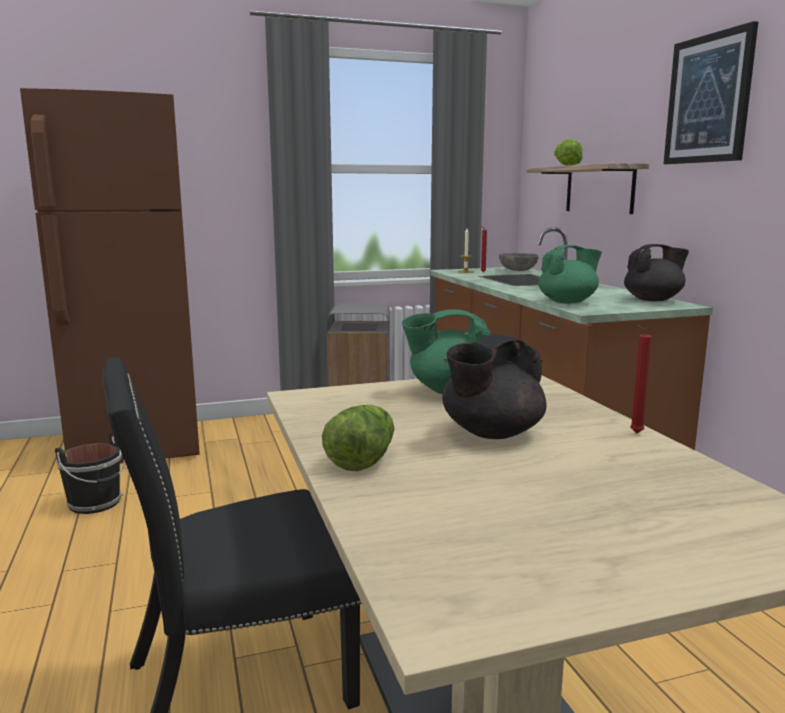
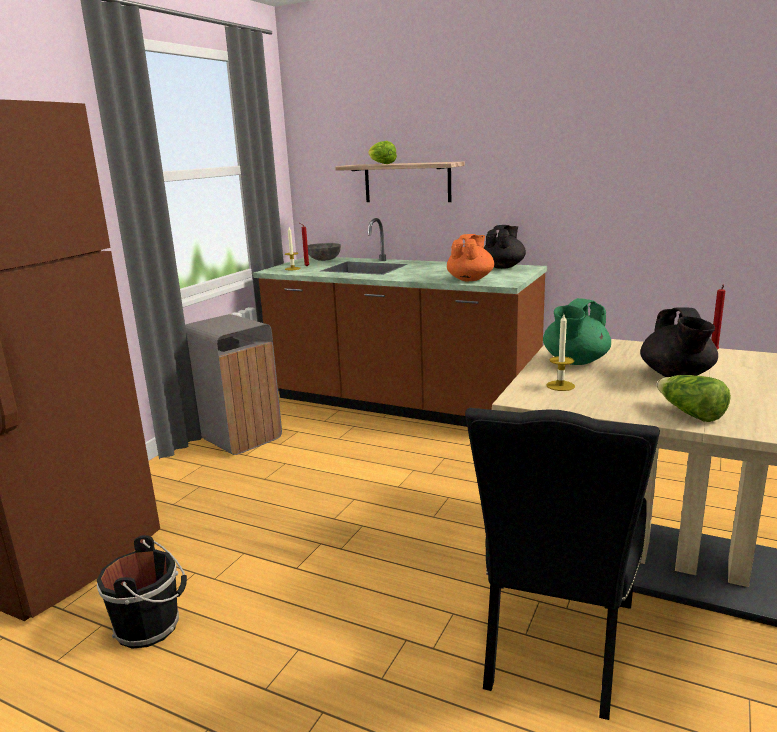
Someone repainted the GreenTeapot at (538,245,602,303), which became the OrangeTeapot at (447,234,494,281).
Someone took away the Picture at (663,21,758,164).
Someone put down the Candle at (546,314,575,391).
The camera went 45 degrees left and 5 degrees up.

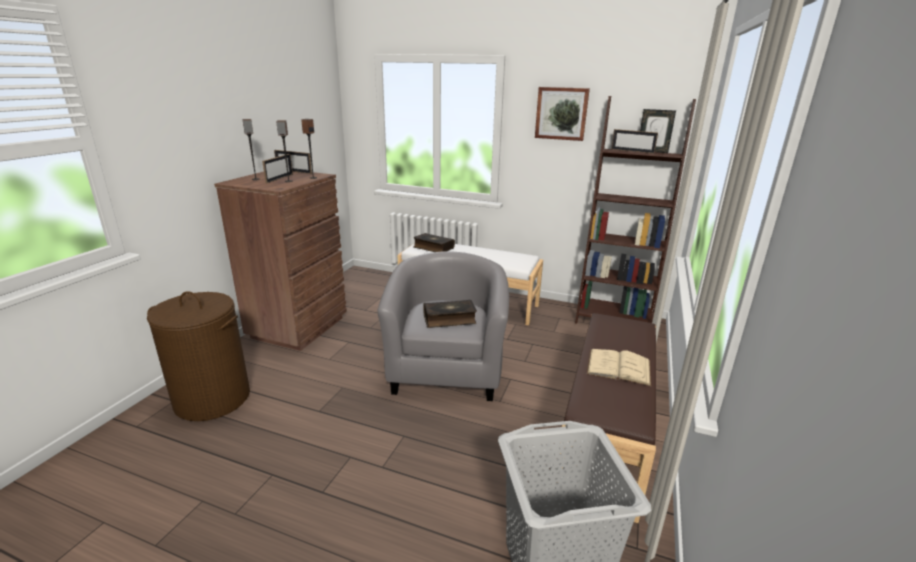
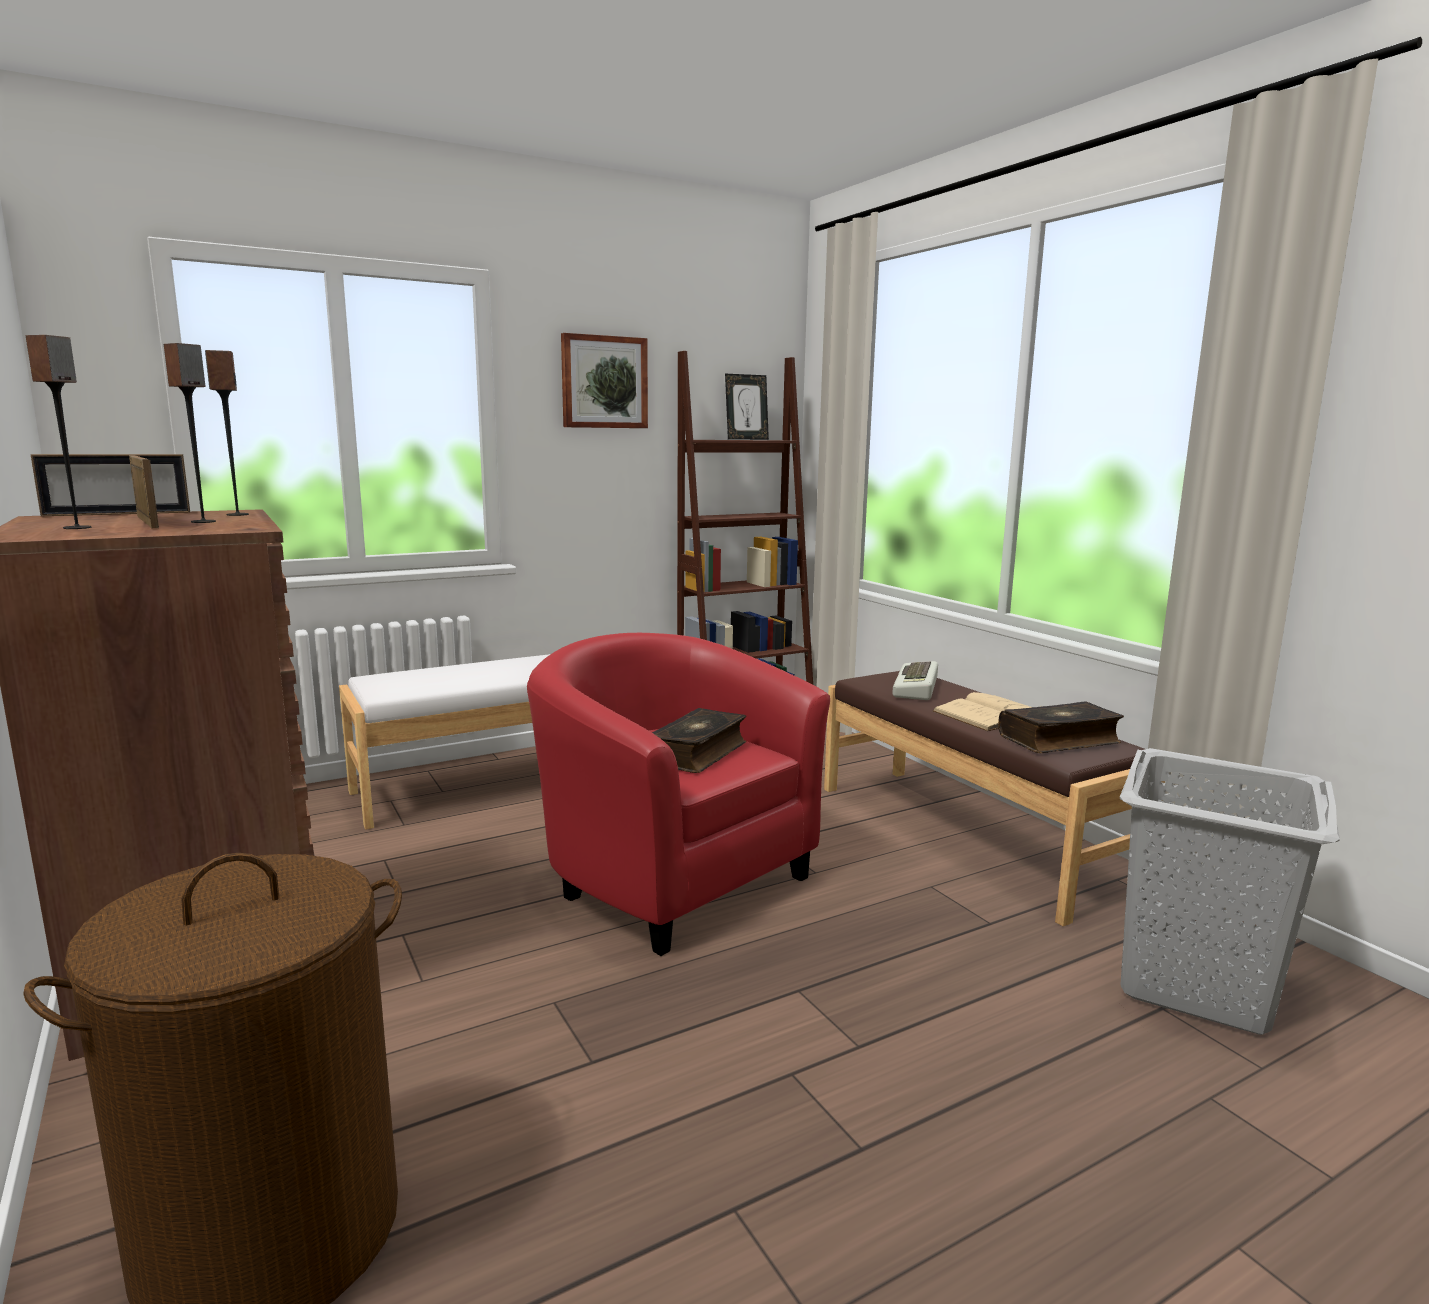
Someone repainted the GreyArmchair at (377,251,509,401), which became the RedArmchair at (527,633,830,956).
Someone carried the Book from (413,233,455,252) to (998,701,1124,753).
Someone took away the PictureFrame at (611,129,658,154).
Someone put down the Keyboard at (892,661,938,700).
The camera went 50 degrees left and 10 degrees down.

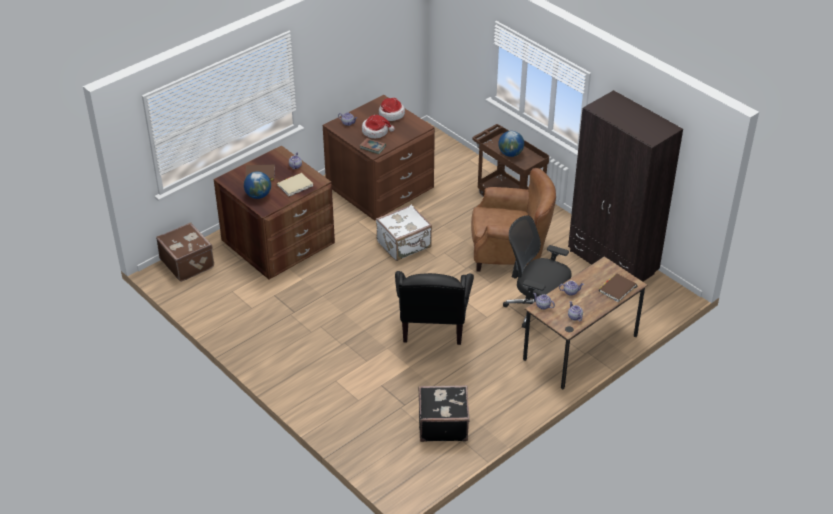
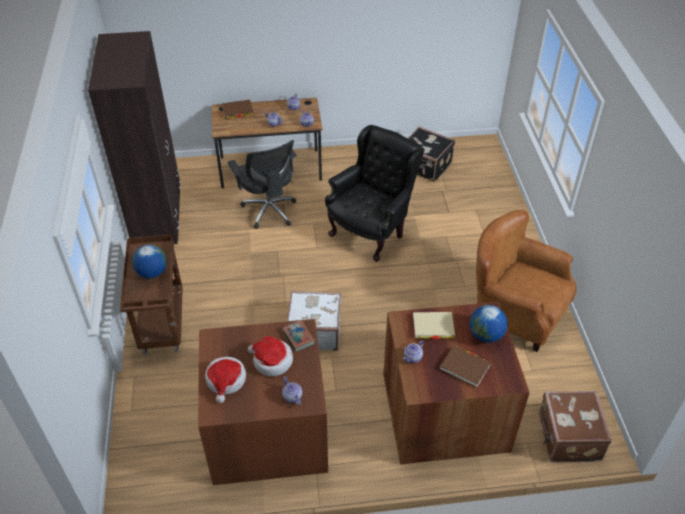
Someone carried the BrownArmchair from (471,168,556,272) to (476,210,577,352).
The camera went 145 degrees left and 5 degrees up.

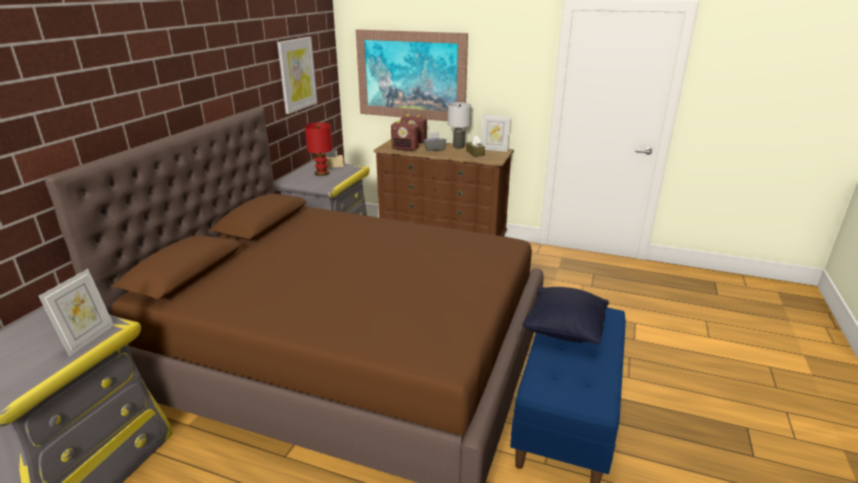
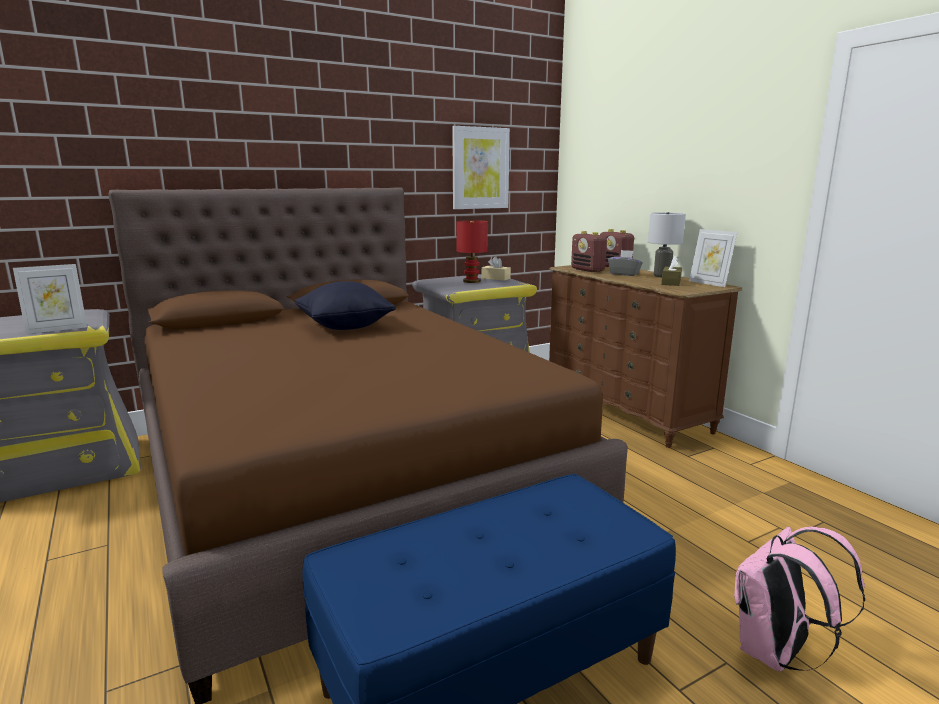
Someone took away the Picture at (356,29,468,121).
Someone carried the BlackPillow from (523,287,609,344) to (295,281,396,330).
Someone put down the PinkBackpack at (734,526,865,672).
The camera went 40 degrees right and 10 degrees down.

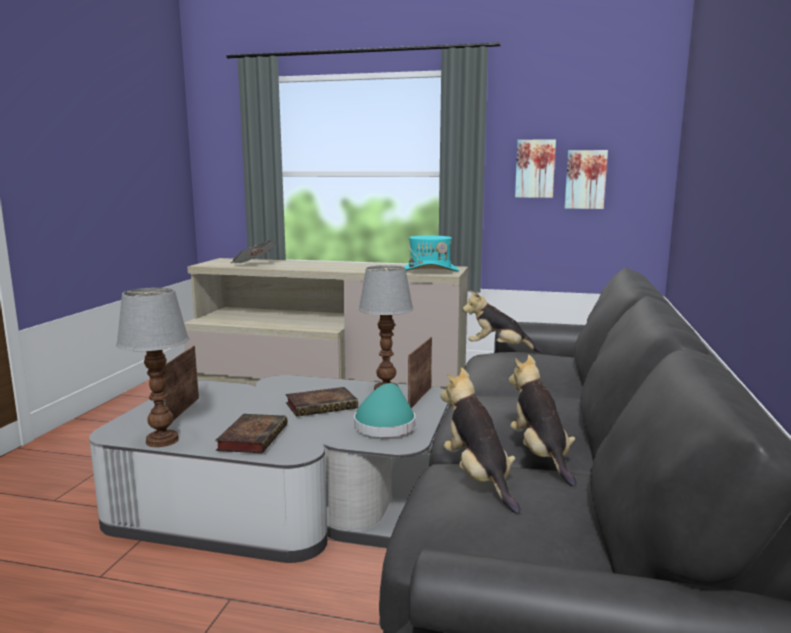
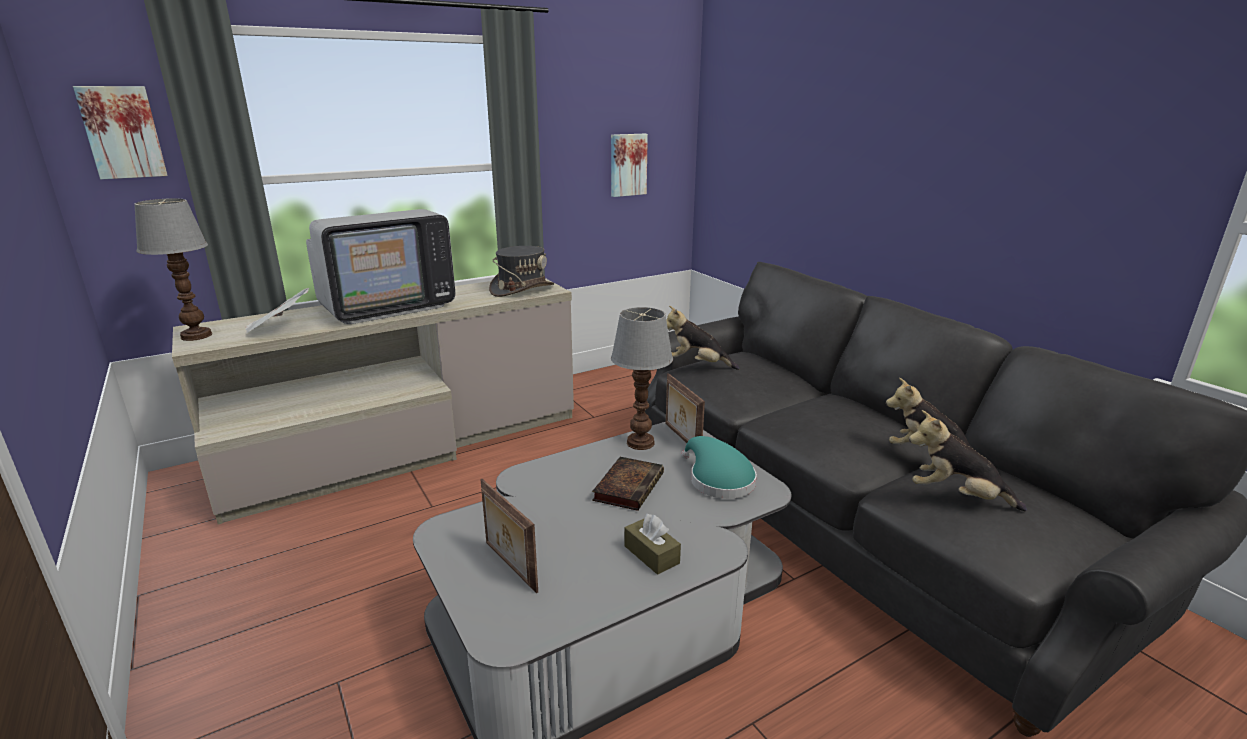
Someone carried the TableLamp from (116,287,189,447) to (134,198,212,341).
Someone swapped the Book at (215,414,287,453) for the BrownTissueBox at (624,514,681,575).
Someone repainted the TurquoiseHat at (404,236,459,272), which became the GreyHat at (489,246,554,297).
Someone rotated the PlushToy at (462,290,541,352) by 45 degrees clockwise.
Someone carried the Picture from (515,139,556,198) to (73,86,167,179).
Someone put down the Television at (306,209,455,324).
The camera went 45 degrees left and 10 degrees up.

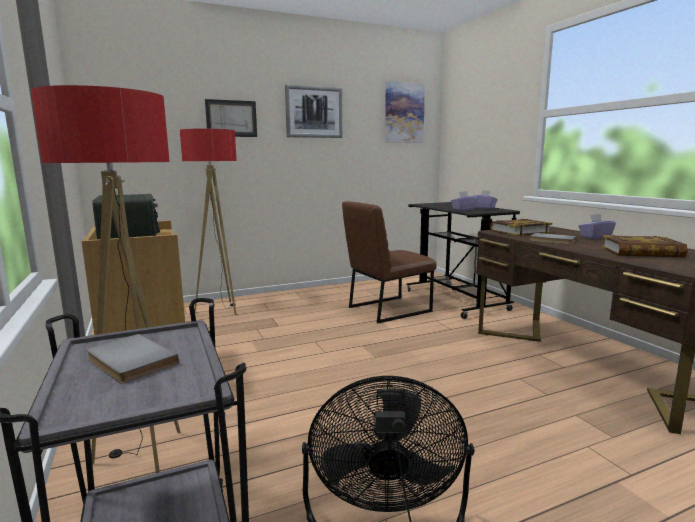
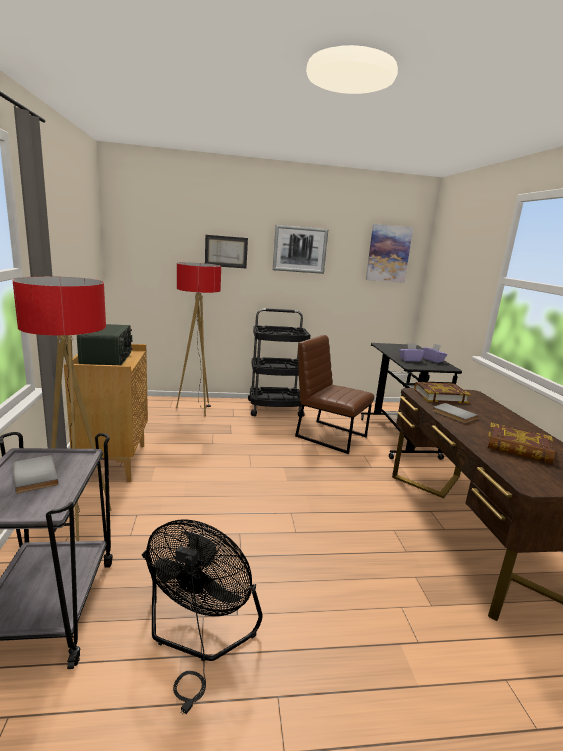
Someone rotated the BrownChair at (342,201,437,323) by 45 degrees clockwise.
Someone took away the PurpleTissueBox at (579,214,616,239).
Someone put down the BlackCart at (248,308,310,417).
The camera went 15 degrees right and 5 degrees up.

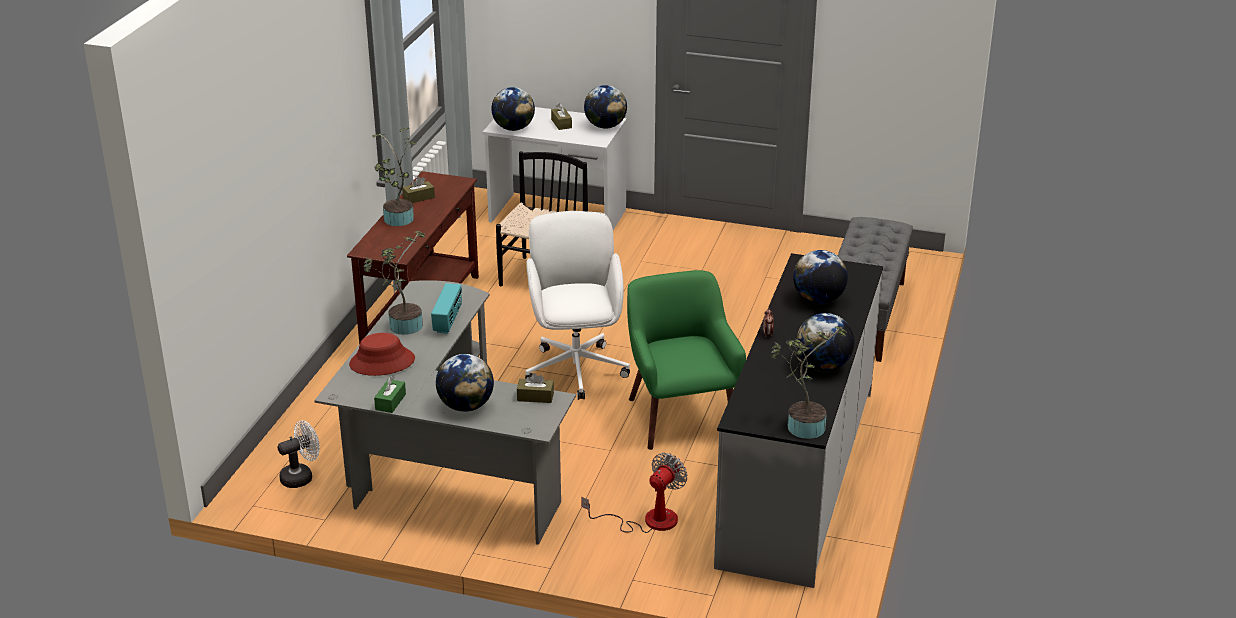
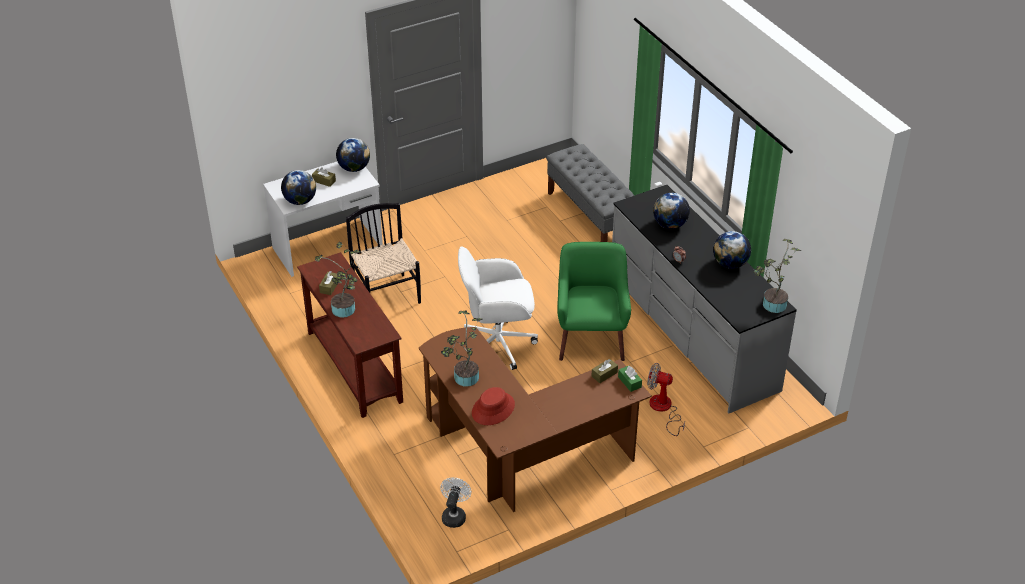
Someone repainted the GreyDesk at (314,280,576,545), which became the BrownDesk at (419,327,652,512).
Someone carried the GreenTissueBox from (374,376,406,413) to (618,365,642,392).
Someone took away the Radio at (431,283,462,334).
Someone took away the Globe at (436,354,494,412).
Someone rotated the WhiteOfficeChair at (525,211,630,400) by 45 degrees counterclockwise.
Someone rotated the Fan at (581,453,687,533) by 60 degrees counterclockwise.
Someone rotated the GreenArmchair at (627,270,746,450) by 60 degrees clockwise.
The camera went 45 degrees left and 10 degrees up.

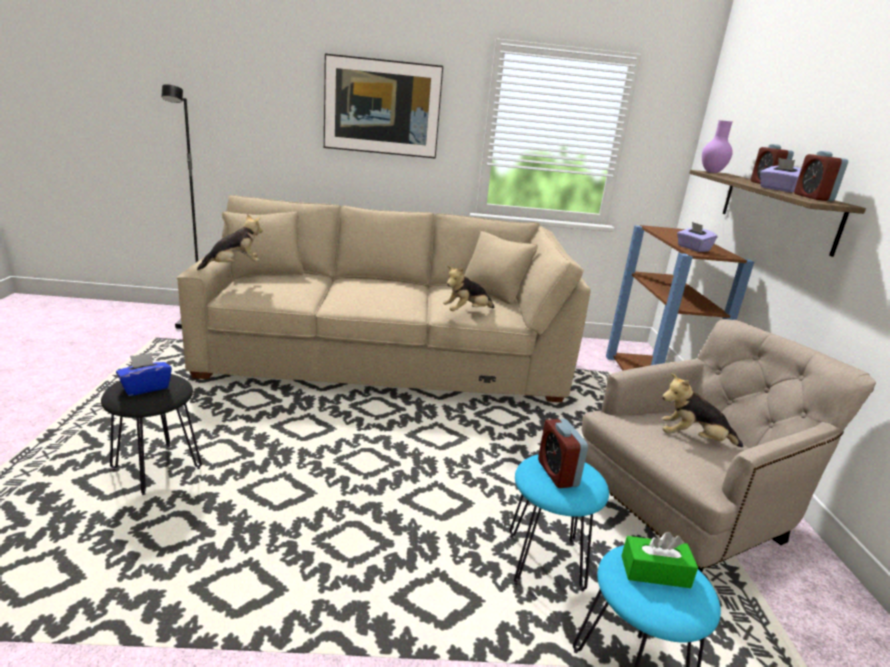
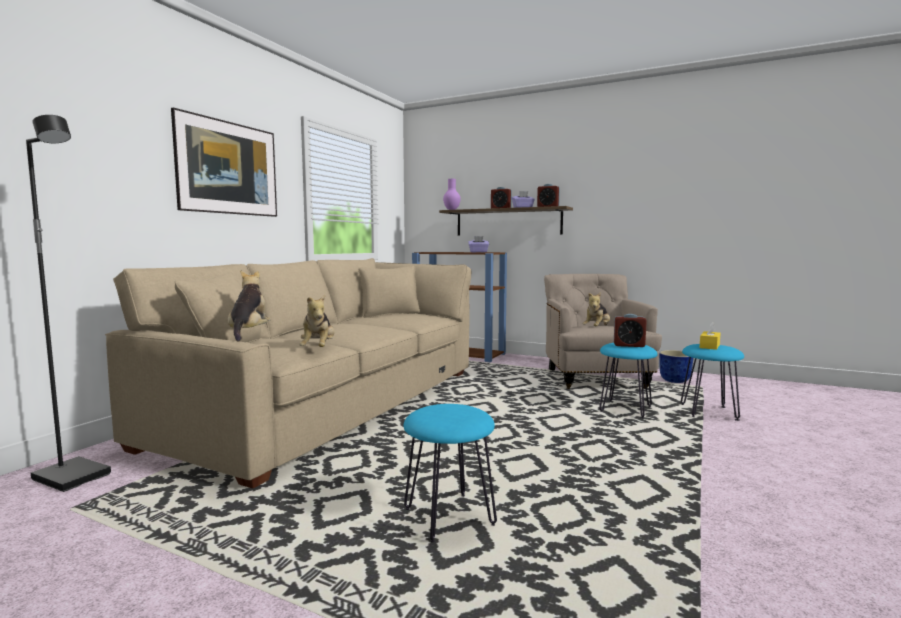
Someone repainted the BlackStool at (101,374,202,495), which became the TurquoiseStool at (404,404,497,543).
Someone took away the BlueTissueBox at (116,352,172,396).
Someone carried the PlushToy from (443,265,495,311) to (299,295,334,347).
Someone repainted the GreenTissueBox at (622,532,698,588), which became the YellowTissueBox at (699,322,721,350).
Someone put down the Planter at (659,350,694,383).
The camera went 60 degrees left and 15 degrees down.

